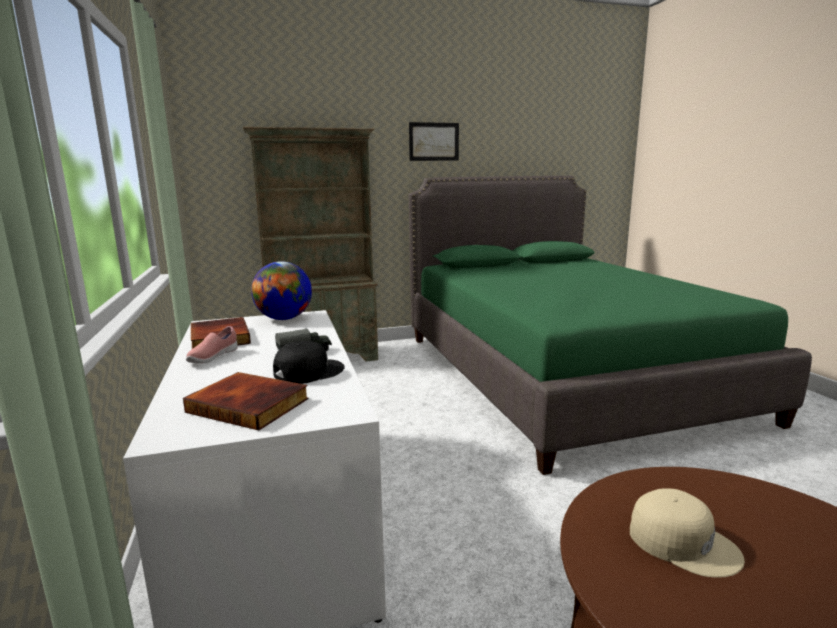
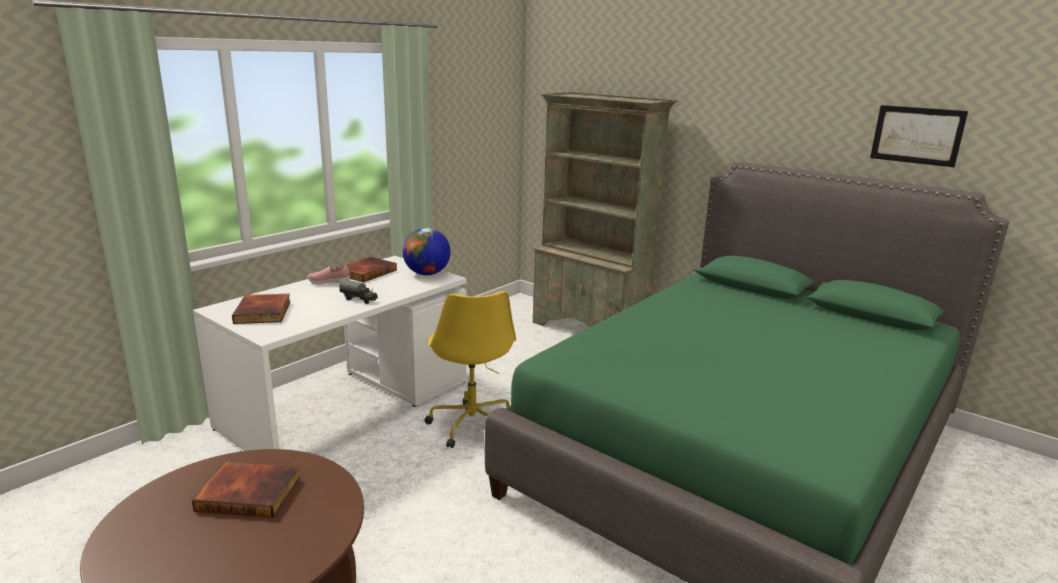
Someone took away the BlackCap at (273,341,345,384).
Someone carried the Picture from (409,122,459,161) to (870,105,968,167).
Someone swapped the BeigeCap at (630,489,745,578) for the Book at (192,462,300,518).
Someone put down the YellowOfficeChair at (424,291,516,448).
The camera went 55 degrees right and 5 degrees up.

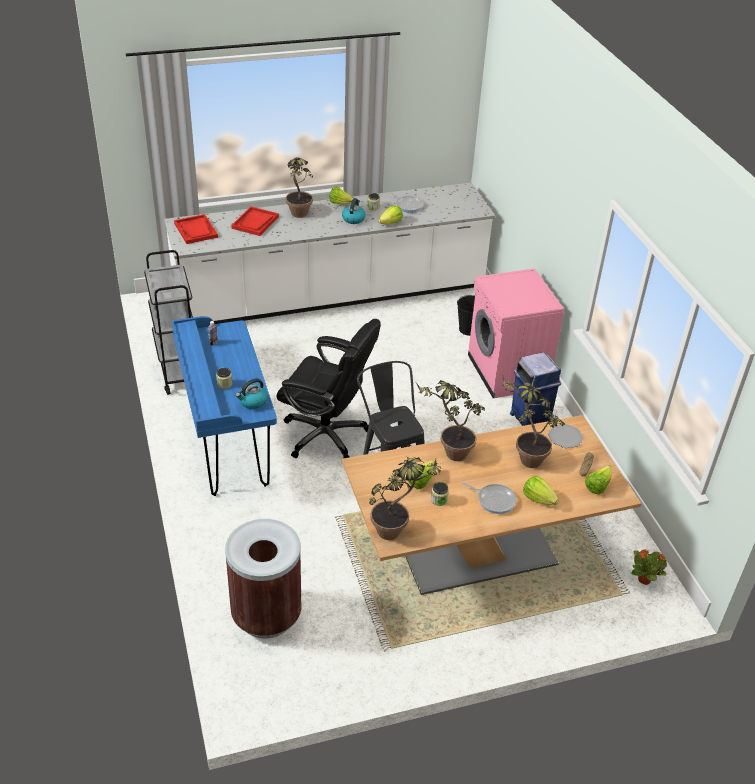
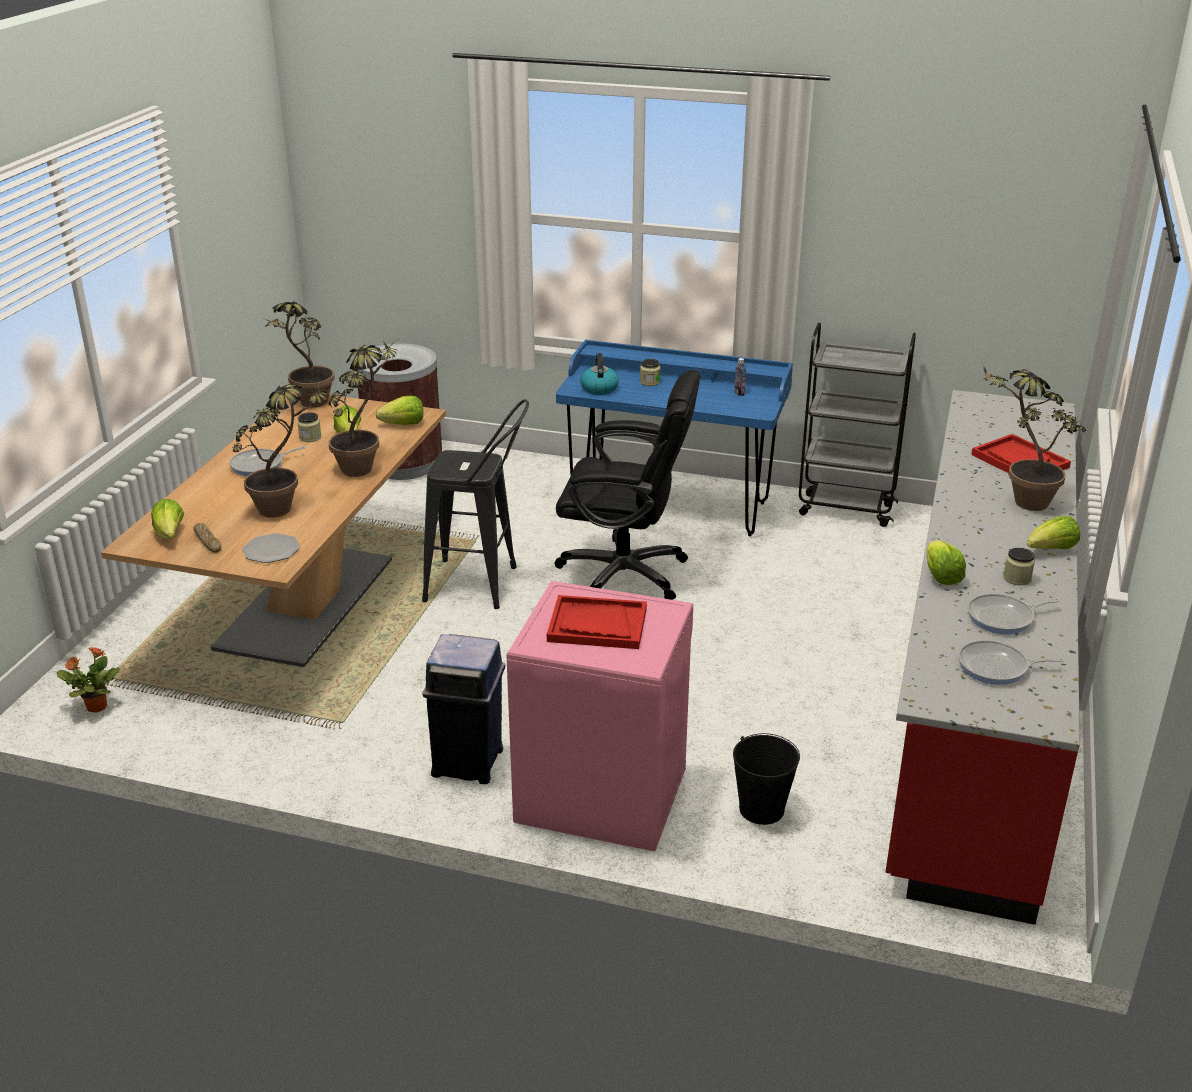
Someone repainted the WhiteCounter at (164,183,496,324), which became the RedCounter at (886,390,1080,925).
Someone carried the RedTray from (174,214,218,244) to (547,595,647,649).
Someone rotated the BlackOfficeChair at (276,319,381,458) by 135 degrees counterclockwise.
Someone took away the Kettle at (342,198,366,224).
Someone carried the Lettuce from (523,476,559,505) to (376,396,423,425).
Someone put down the FryingPan at (958,640,1064,685).
The camera went 125 degrees right and 10 degrees down.

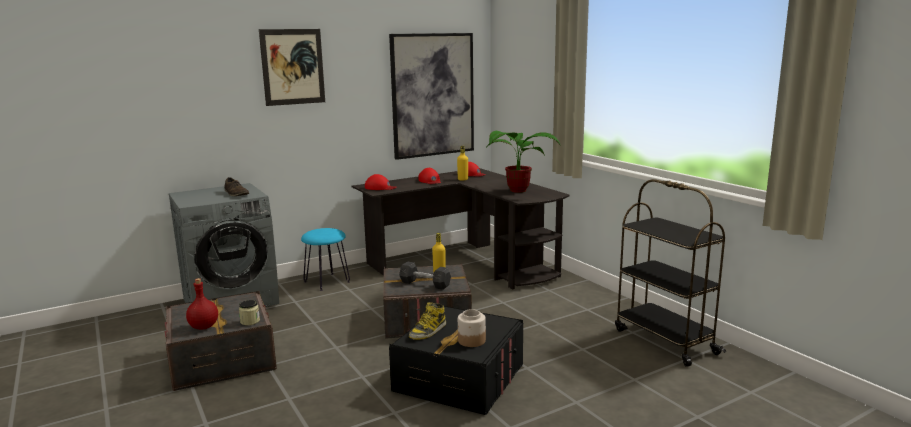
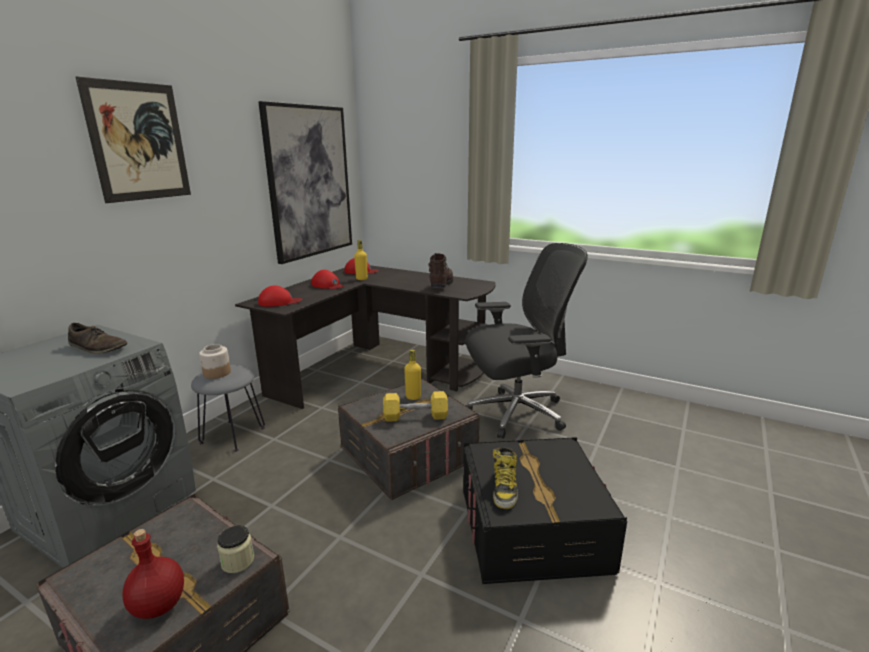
Someone repainted the TurquoiseStool at (301,228,350,291), which became the GreyStool at (191,365,265,452).
Someone repainted the GreyDumbbell at (399,261,451,290), which became the YellowDumbbell at (383,391,448,422).
Someone carried the Jar from (458,309,486,347) to (199,344,231,379).
Someone swapped the PottedPlant at (487,131,560,193) for the BrownBoot at (428,253,454,288).
Someone took away the BlackCart at (615,179,726,367).
Someone put down the OfficeChair at (465,243,588,439).
The camera went 30 degrees left and 5 degrees up.

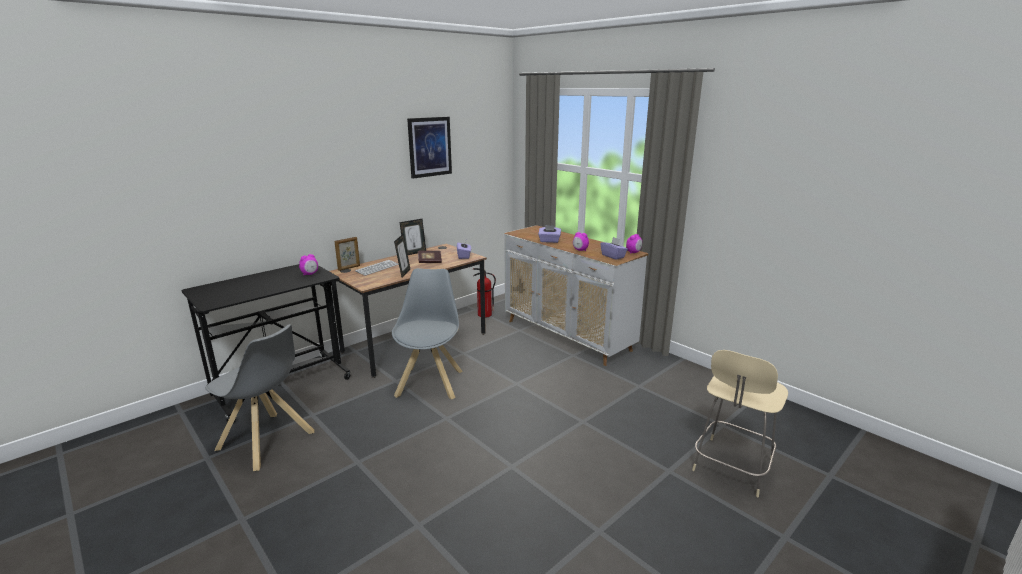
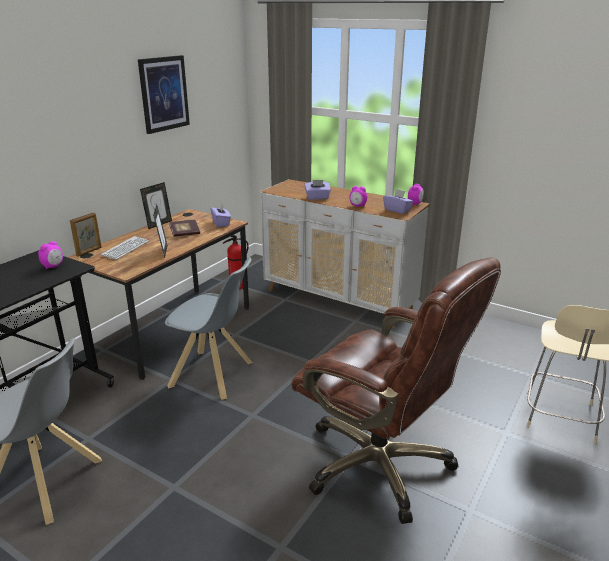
Someone rotated the GreyChair at (392,268,463,400) by 120 degrees clockwise.
Someone put down the BrownOfficeChair at (292,257,501,524).
The camera went 15 degrees left and 5 degrees up.

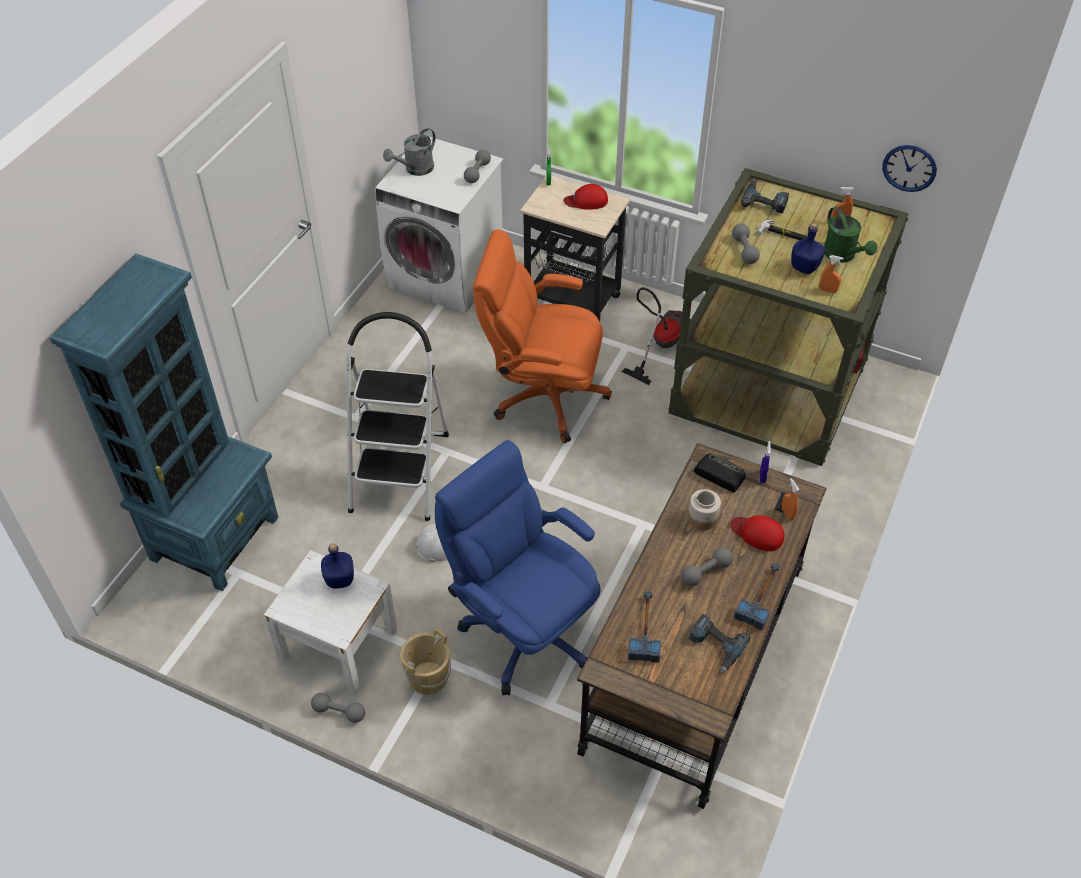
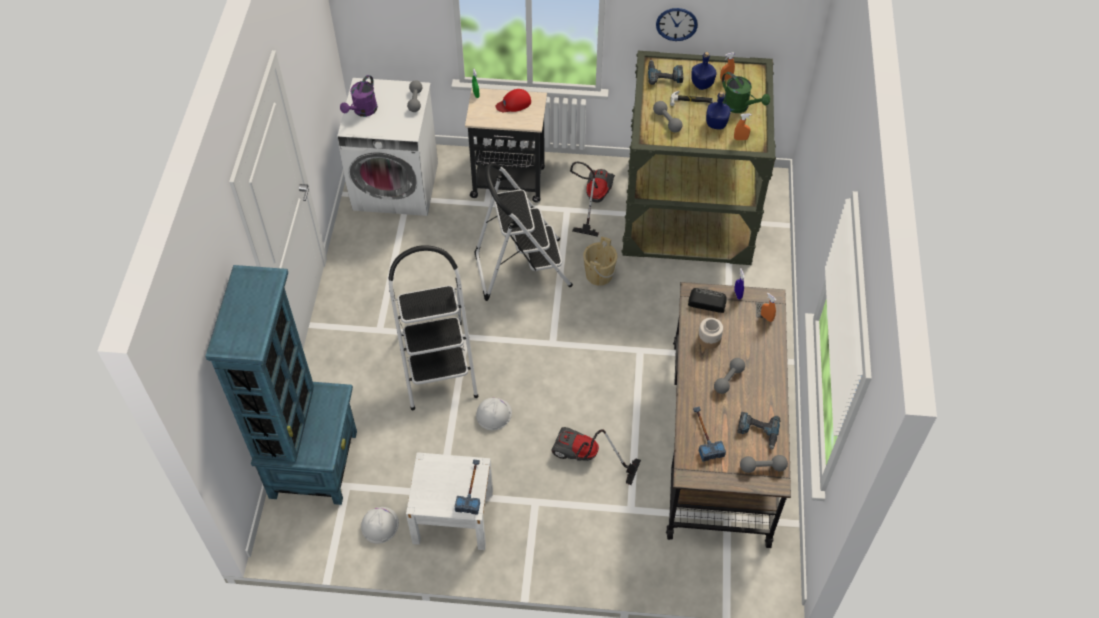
Someone carried the GreyDumbbell from (311,693,365,723) to (740,455,788,473).
Someone carried the BlueBottle from (321,544,354,589) to (691,52,717,90).
Someone repainted the GreyWateringCan at (383,128,435,176), which became the PurpleWateringCan at (340,75,378,117).
Someone carried the BeigeBucket from (400,627,451,695) to (583,237,618,286).
Someone swapped the BlueOfficeChair at (435,440,600,695) for the VacuumCleaner at (551,427,641,485).
Someone swapped the OrangeOfficeChair at (473,229,612,444) for the StepLadder at (474,163,573,301).
Someone took away the RedCap at (730,515,784,551).
Someone carried the Hammer from (734,563,780,630) to (455,459,480,515).
Someone carried the WallClock from (882,145,937,192) to (656,8,698,41).
Someone put down the WhiteHardHat at (361,507,399,544).
The camera went 20 degrees left and 5 degrees up.

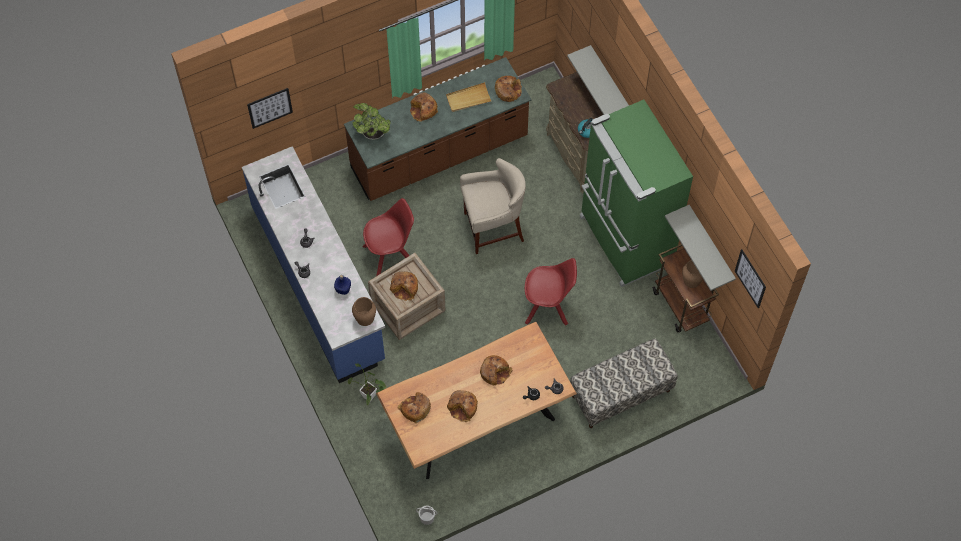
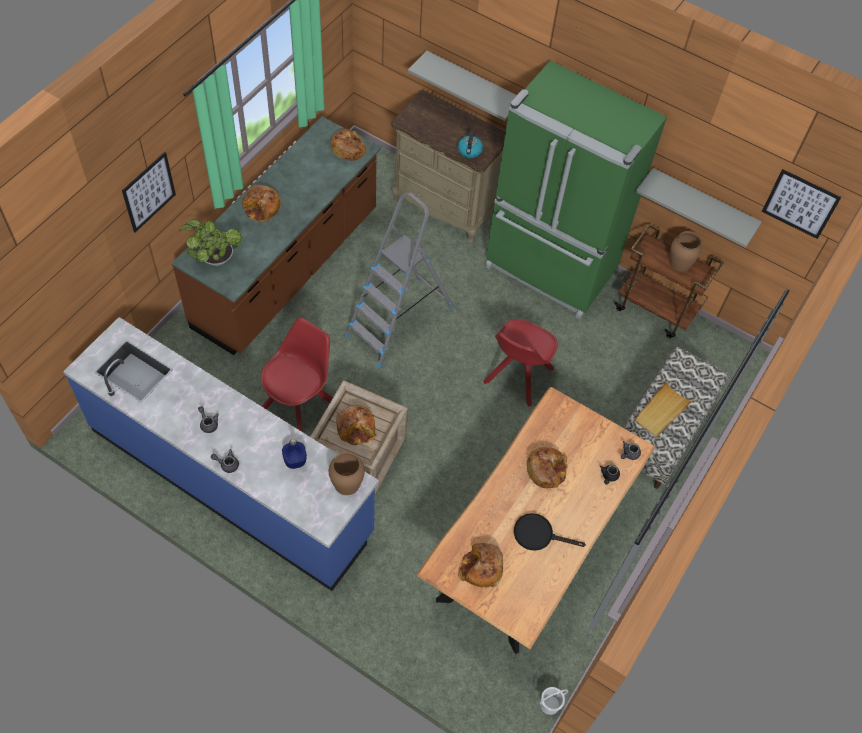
Someone carried the Picture from (247,88,293,129) to (122,152,176,232).
Someone took away the PottedPlant at (348,364,387,405).
Someone carried the BeigeTray from (446,82,491,112) to (633,381,692,438).
Someone swapped the Bread at (447,390,478,422) for the BlackFryingPan at (514,513,586,551).
Someone swapped the BeigeStool at (460,158,526,254) for the GreyStepLadder at (345,193,454,367).
Someone rotated the RedChair at (525,258,577,325) by 150 degrees clockwise.
The camera went 35 degrees left and 5 degrees down.

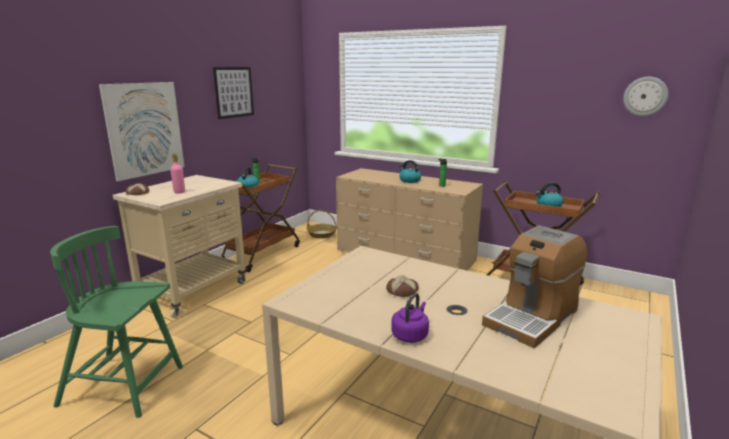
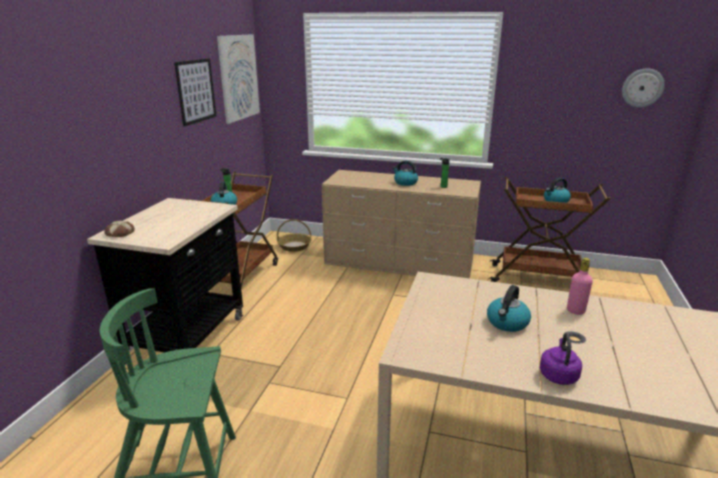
Someone carried the Picture from (99,82,185,181) to (217,34,260,124).
Someone repainted the BeigeCart at (113,175,246,319), which became the BlackCart at (87,198,243,365).
Someone carried the PinkBottle from (170,154,185,193) to (567,258,593,315).
Someone swapped the Bread at (386,275,419,297) for the Kettle at (487,285,531,332).
Someone took away the CoffeeMachine at (482,225,587,348).
The camera went 15 degrees left and 5 degrees up.

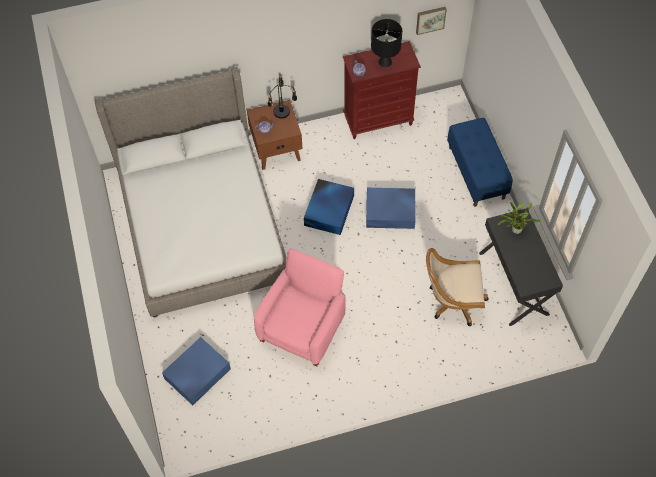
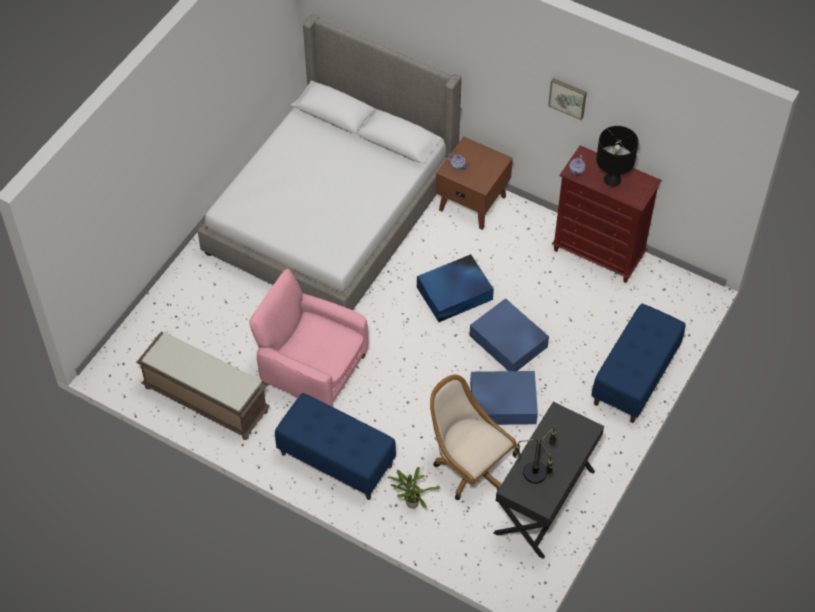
Someone carried the BlueStorageBox from (162,337,231,405) to (470,371,538,425).
Someone rotated the PinkArmchair at (254,248,346,366) by 135 degrees counterclockwise.
Someone carried the TableLamp from (268,74,297,119) to (513,428,556,483).
Someone carried the Picture from (416,7,447,35) to (548,78,587,120).
Someone carried the PottedPlant from (498,202,541,234) to (387,467,440,509).
Someone put down the BrownBench at (136,331,270,440).
Someone put down the BlueBench at (275,393,396,500).
The camera went 45 degrees right and 5 degrees down.

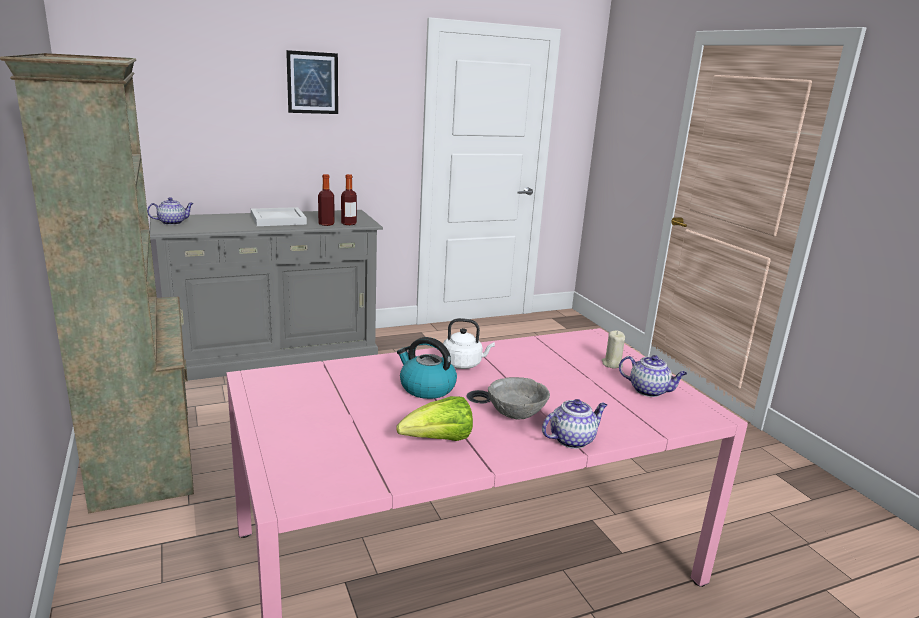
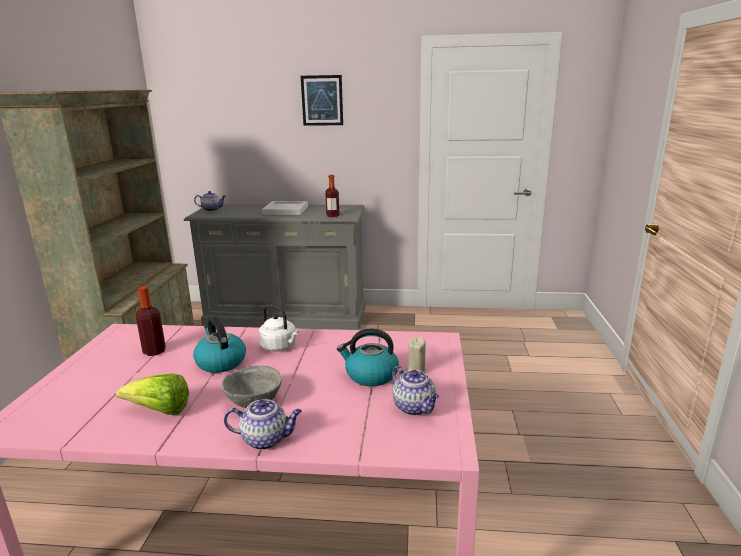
Someone carried the Bottle from (318,174,335,226) to (136,286,166,356).
Someone put down the Kettle at (337,328,399,386).
The camera went 30 degrees right and 0 degrees up.

